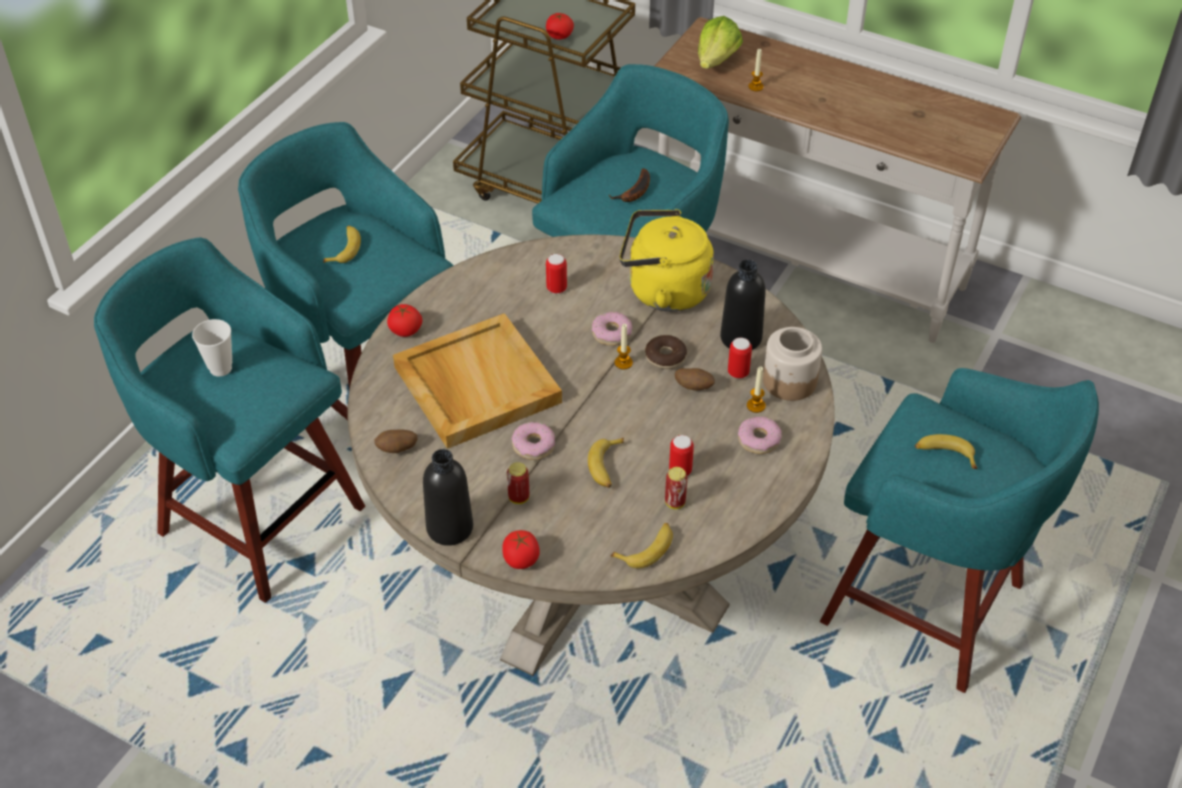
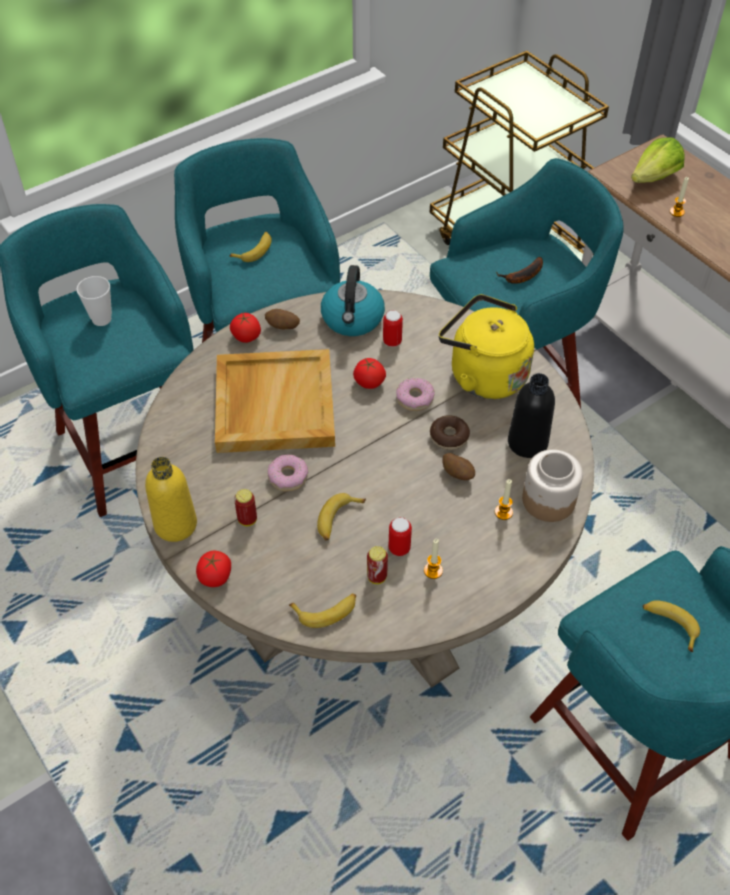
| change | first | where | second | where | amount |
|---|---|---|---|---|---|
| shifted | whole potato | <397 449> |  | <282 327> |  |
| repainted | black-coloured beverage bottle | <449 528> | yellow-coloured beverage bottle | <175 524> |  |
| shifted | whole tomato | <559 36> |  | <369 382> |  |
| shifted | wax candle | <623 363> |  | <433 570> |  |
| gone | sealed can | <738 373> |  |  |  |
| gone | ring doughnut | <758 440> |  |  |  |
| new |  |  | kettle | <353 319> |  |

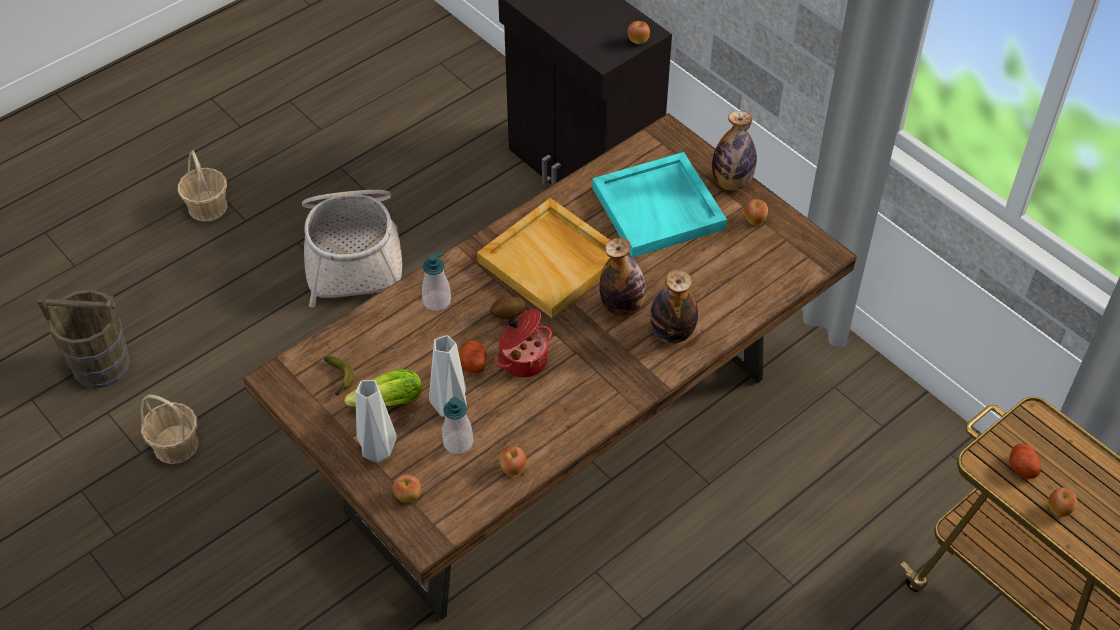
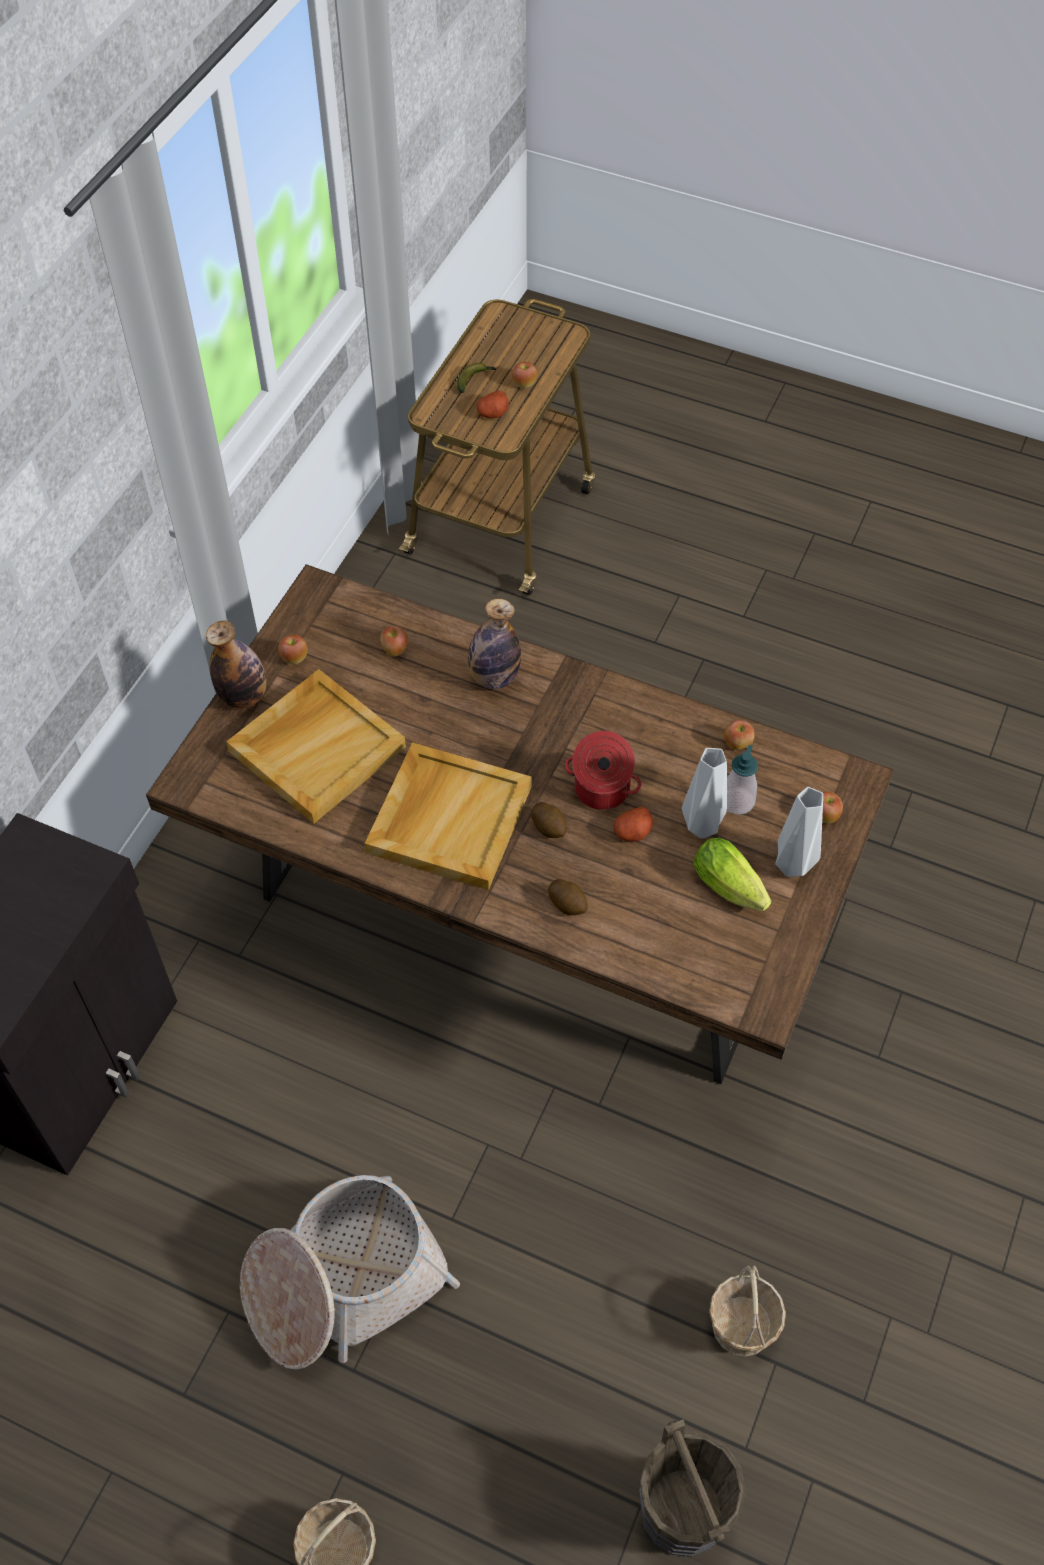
| change | first | where | second | where | amount |
|---|---|---|---|---|---|
| shifted | whole banana | <339 379> |  | <474 380> |  |
| swapped | soap bottle | <437 301> | whole potato | <568 904> |  |
| repainted | turquoise serving tray | <659 208> | beige-coloured serving tray | <317 748> |  |
| gone | beverage bottle | <622 306> |  |  |  |
| shifted | apple fruit | <638 41> |  | <394 650> |  |

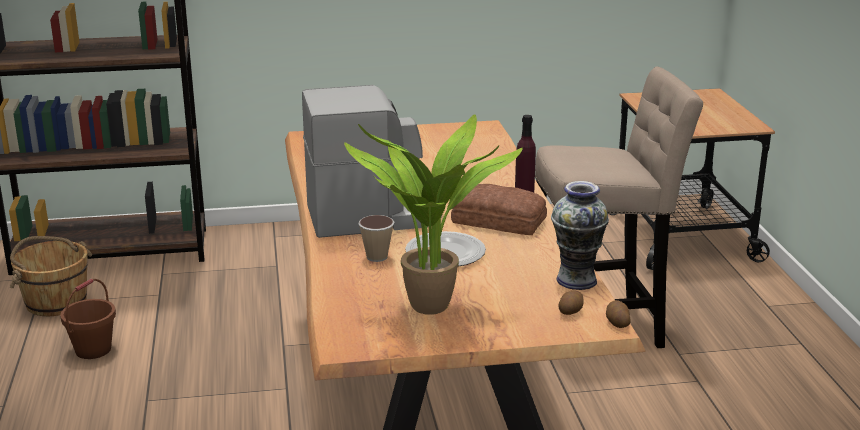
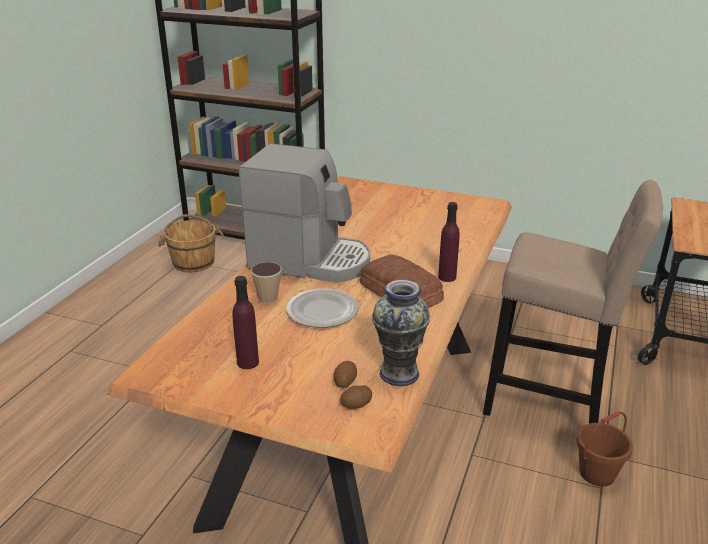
| change | first | where | second | where | amount |
|---|---|---|---|---|---|
| shifted | brown bucket | <93 349> |  | <597 473> |  |
| swapped | potted plant | <432 310> | purple-coloured beverage bottle | <248 362> |  |
| shifted | whole potato | <617 323> |  | <344 381> |  |

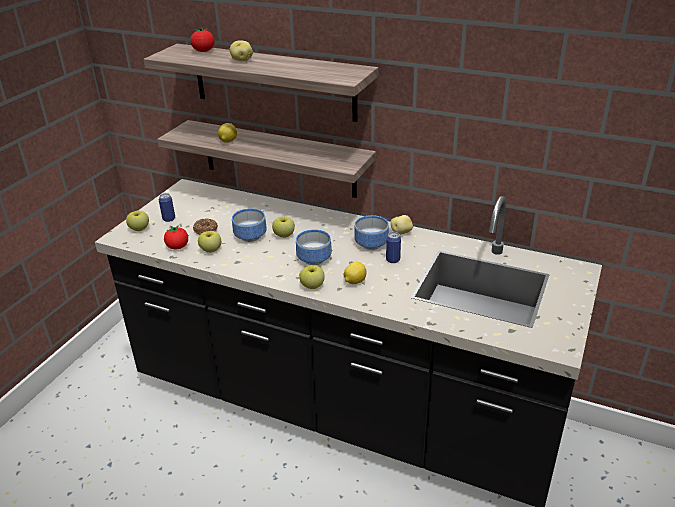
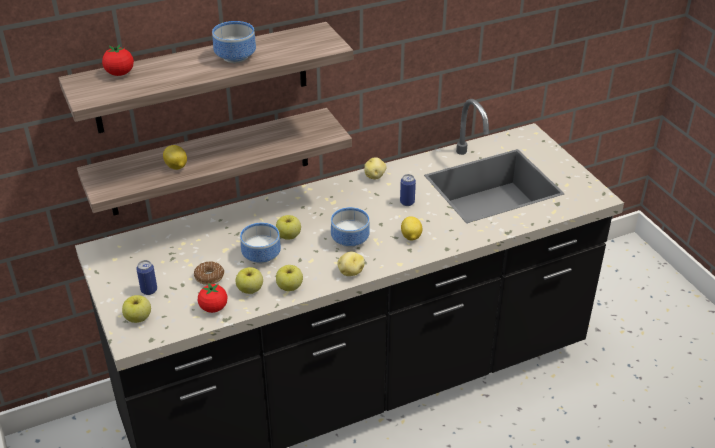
| change | first | where | second | where | amount |
|---|---|---|---|---|---|
| shifted | whole potato | <242 60> |  | <350 272> |  |
| shifted | apple fruit | <312 286> |  | <290 287> |  |
| shifted | serving bowl | <371 243> |  | <234 56> |  |

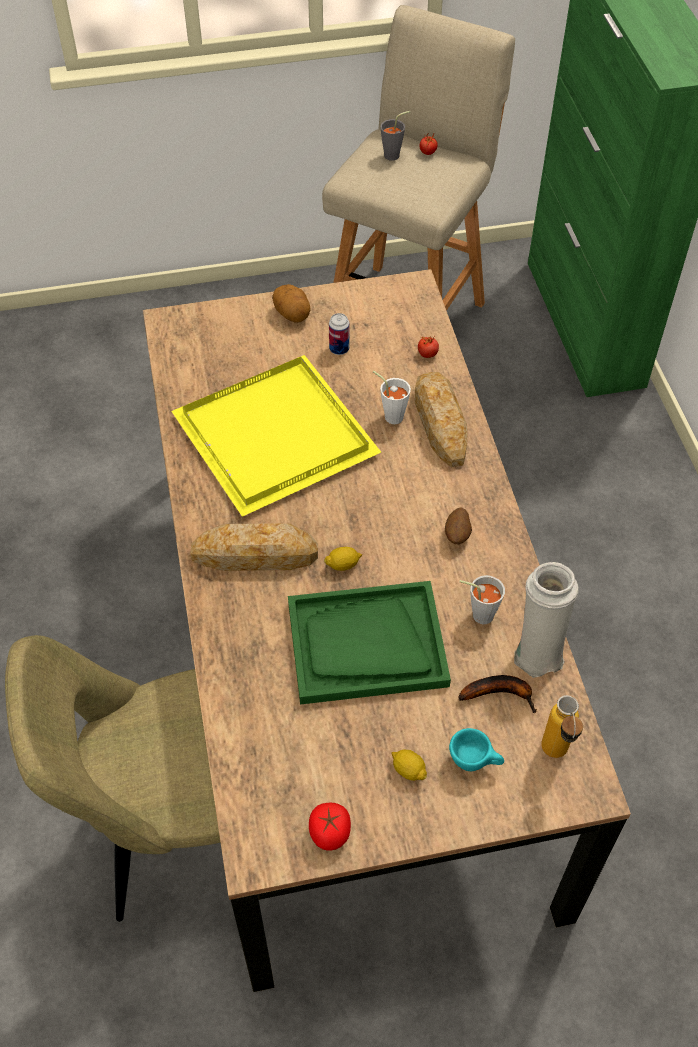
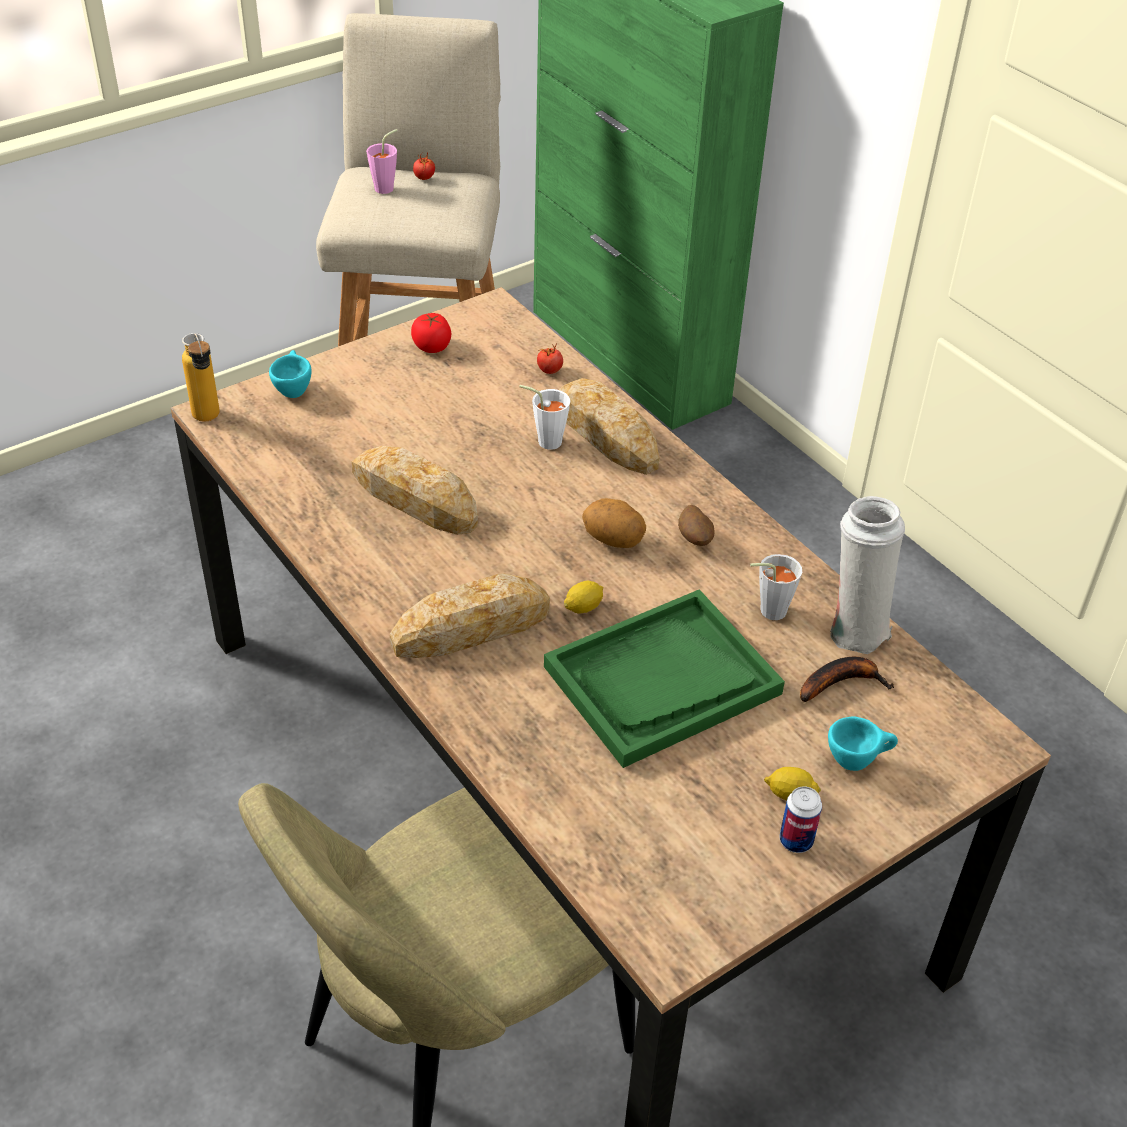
| change | first | where | second | where | amount |
|---|---|---|---|---|---|
| swapped | yellow-coloured serving tray | <271 435> | baked bread | <415 498> |  |
| shifted | whole potato | <292 315> |  | <613 540> |  |
| shifted | whole tomato | <330 833> |  | <432 347> |  |
| shifted | sealed can | <339 349> |  | <796 841> |  |
| repainted | grey cup | <395 155> | pink-coloured cup | <387 187> |  |
| shifted | beverage bottle | <555 757> |  | <209 421> |  |
| new |  |  | turquoise cup | <292 390> |  |

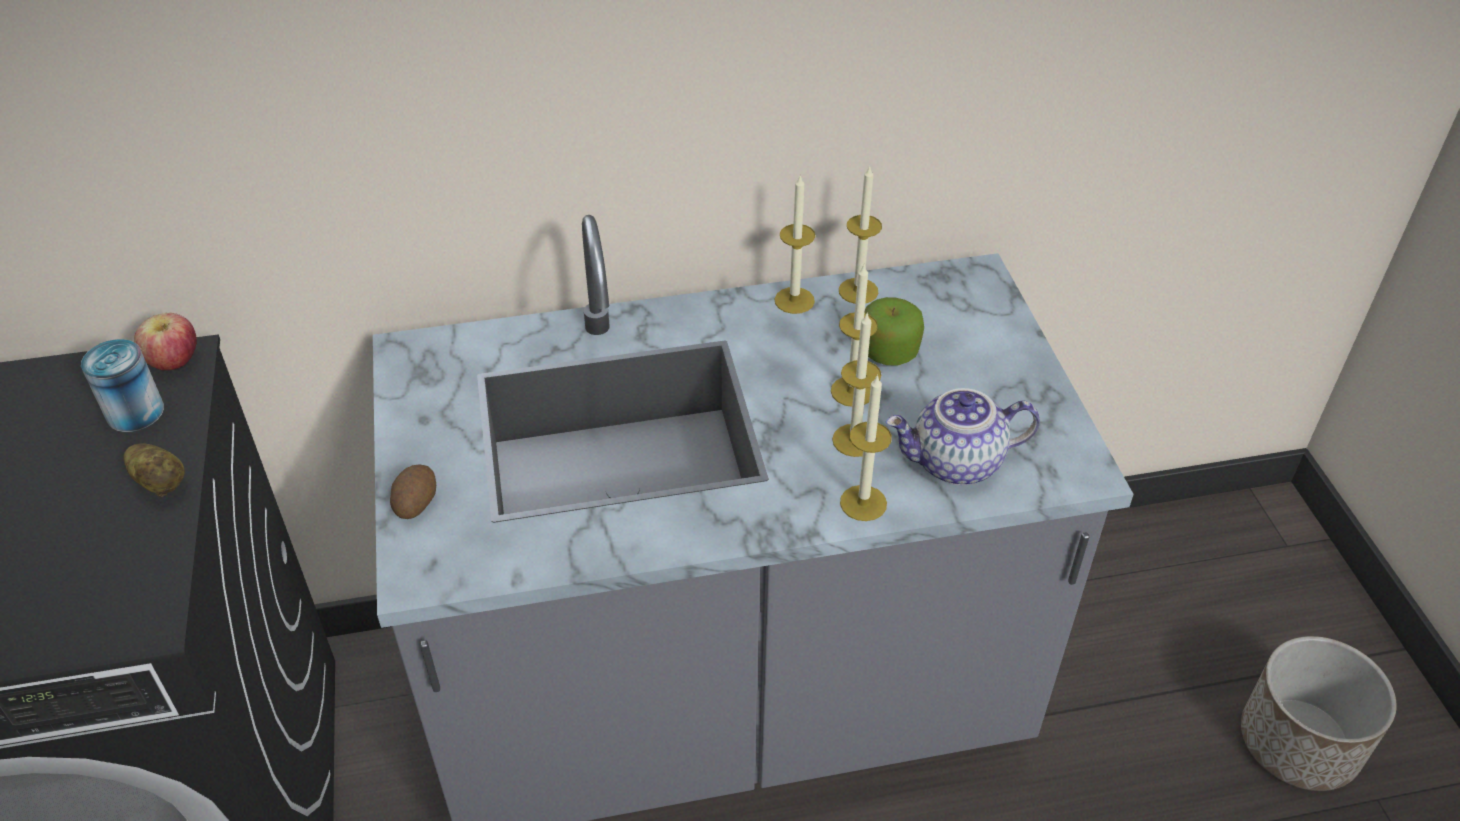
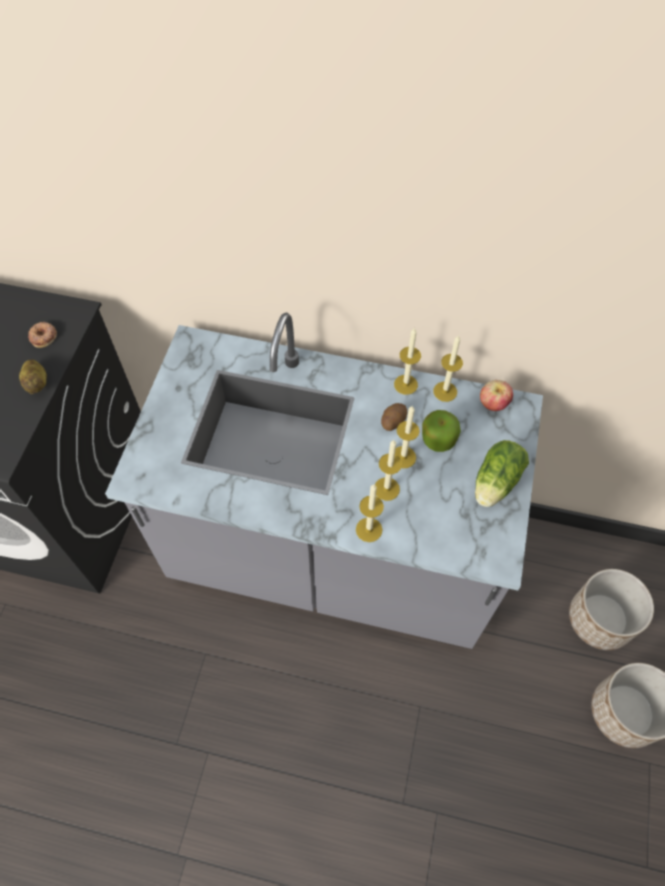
| change | first | where | second | where | amount |
|---|---|---|---|---|---|
| swapped | sealed can | <135 412> | ring doughnut | <43 336> |  |
| shifted | apple fruit | <174 362> |  | <493 404> |  |
| shifted | whole potato | <415 503> |  | <393 421> |  |
| gone | tea pot | <956 464> |  |  |  |
| new |  |  | lettuce | <494 484> |  |
| new |  |  | planter | <600 619> |  |

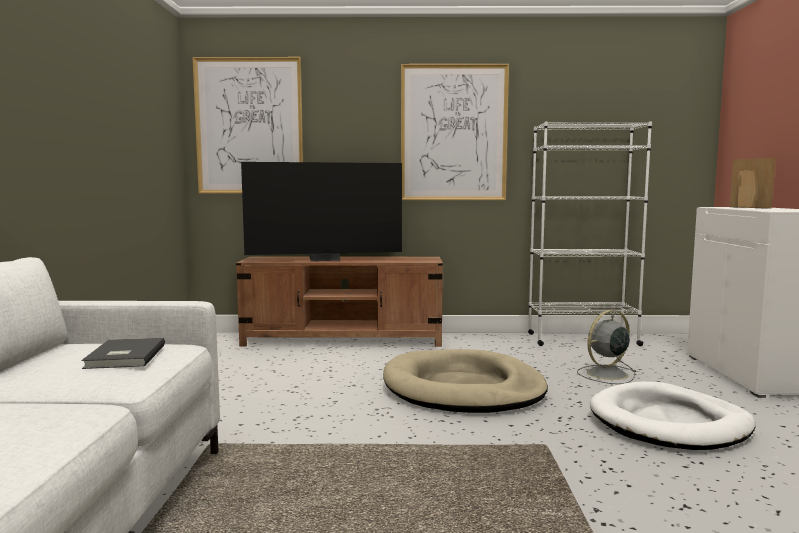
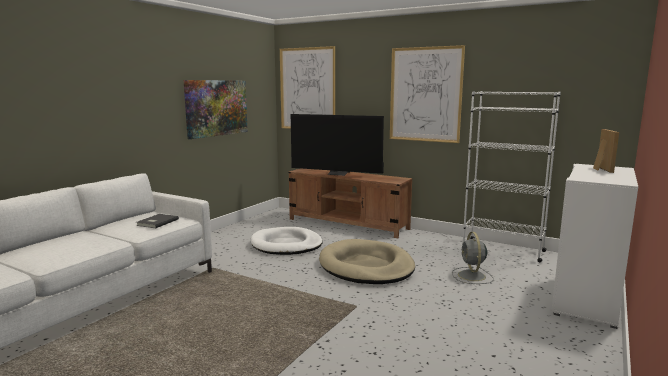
| change | first | where | second | where | amount |
|---|---|---|---|---|---|
| rotated | grey electric fan | <606 374> |  | <472 276> | 90 degrees counterclockwise |
| shifted | white dog bed | <669 423> |  | <286 245> |  |
| new |  |  | wall picture | <217 108> |  |

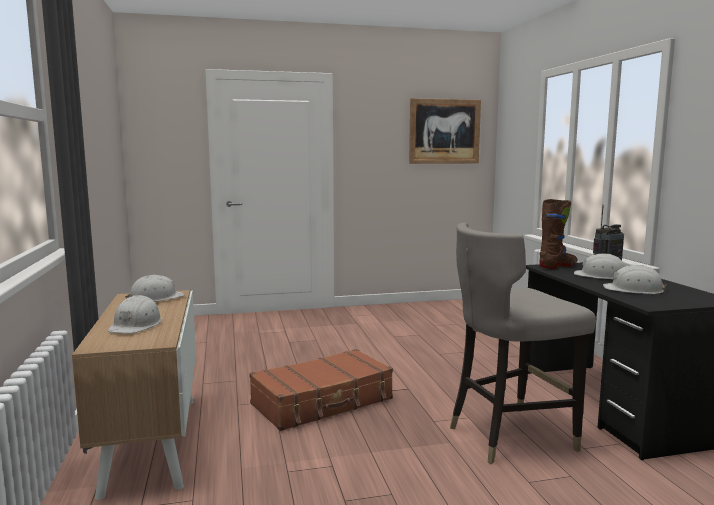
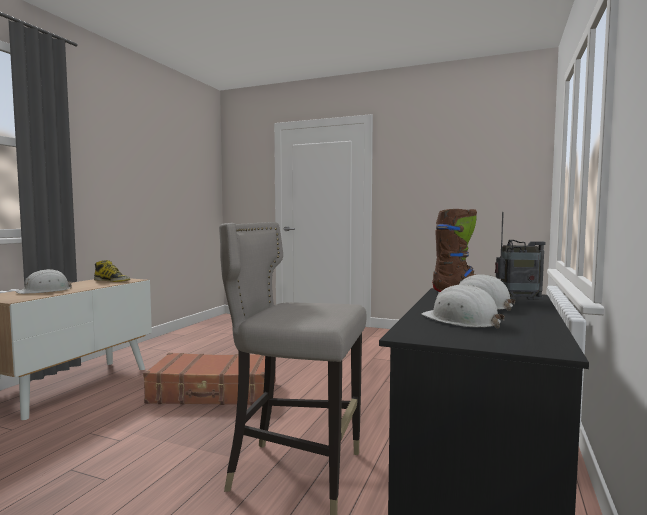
| change | first | where | second | where | amount |
|---|---|---|---|---|---|
| swapped | white work helmet | <155 298> | boot | <112 281> |  |
| gone | wall picture | <444 131> |  |  |  |

